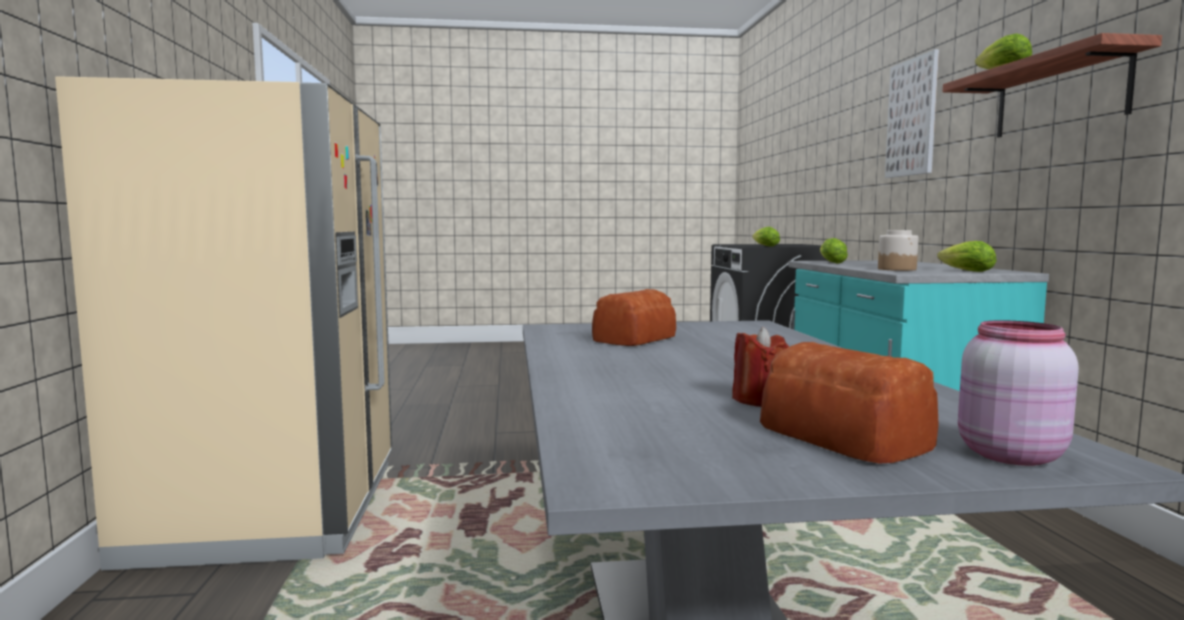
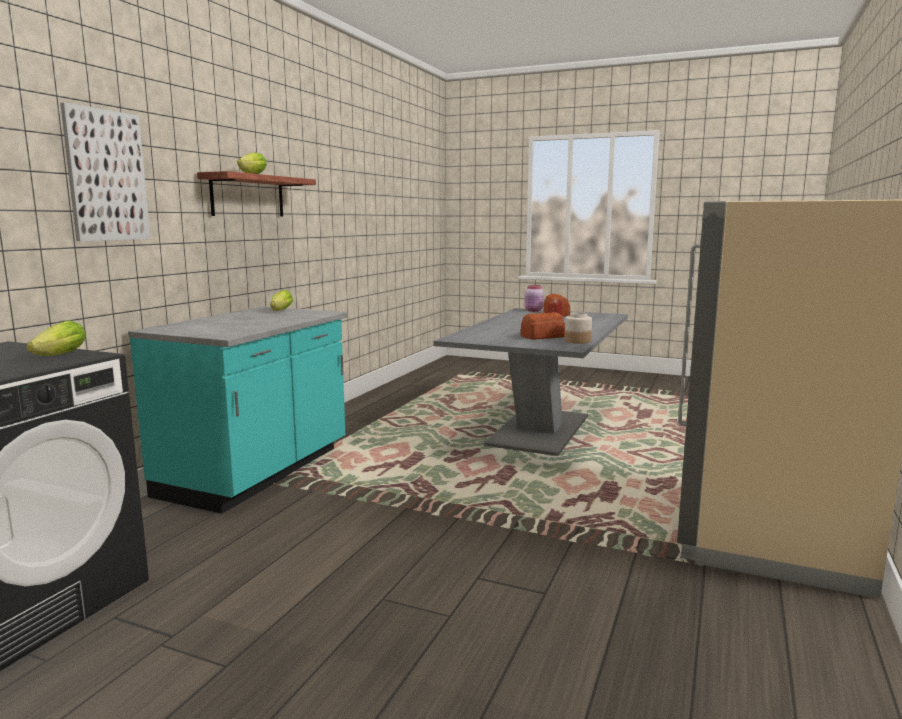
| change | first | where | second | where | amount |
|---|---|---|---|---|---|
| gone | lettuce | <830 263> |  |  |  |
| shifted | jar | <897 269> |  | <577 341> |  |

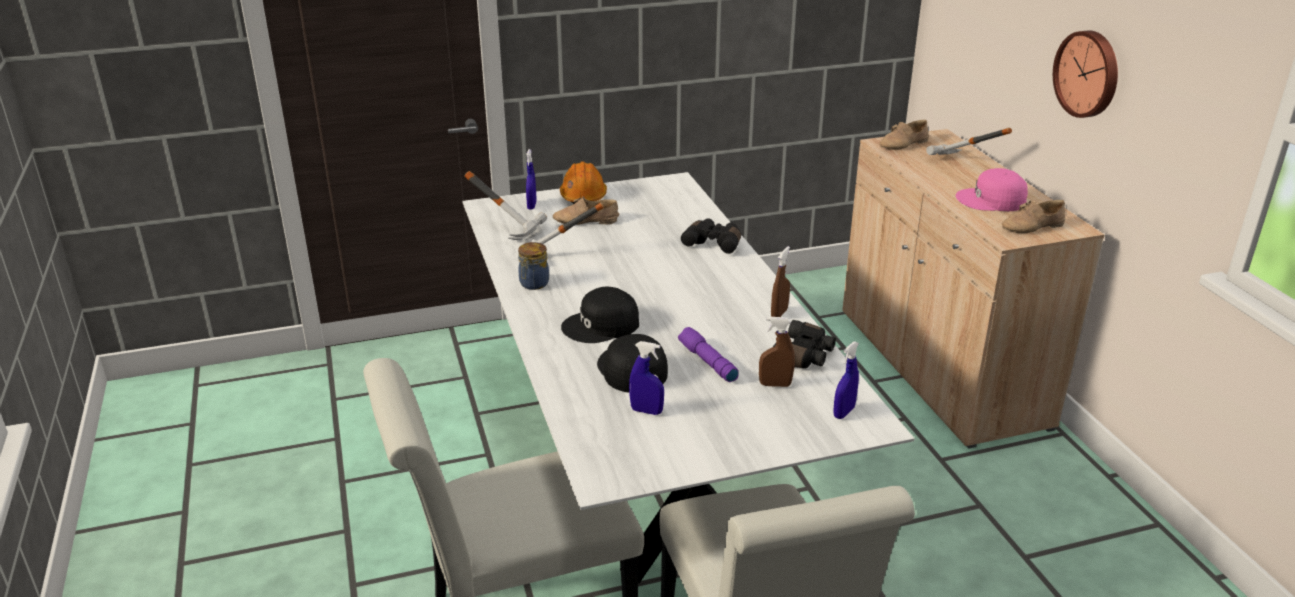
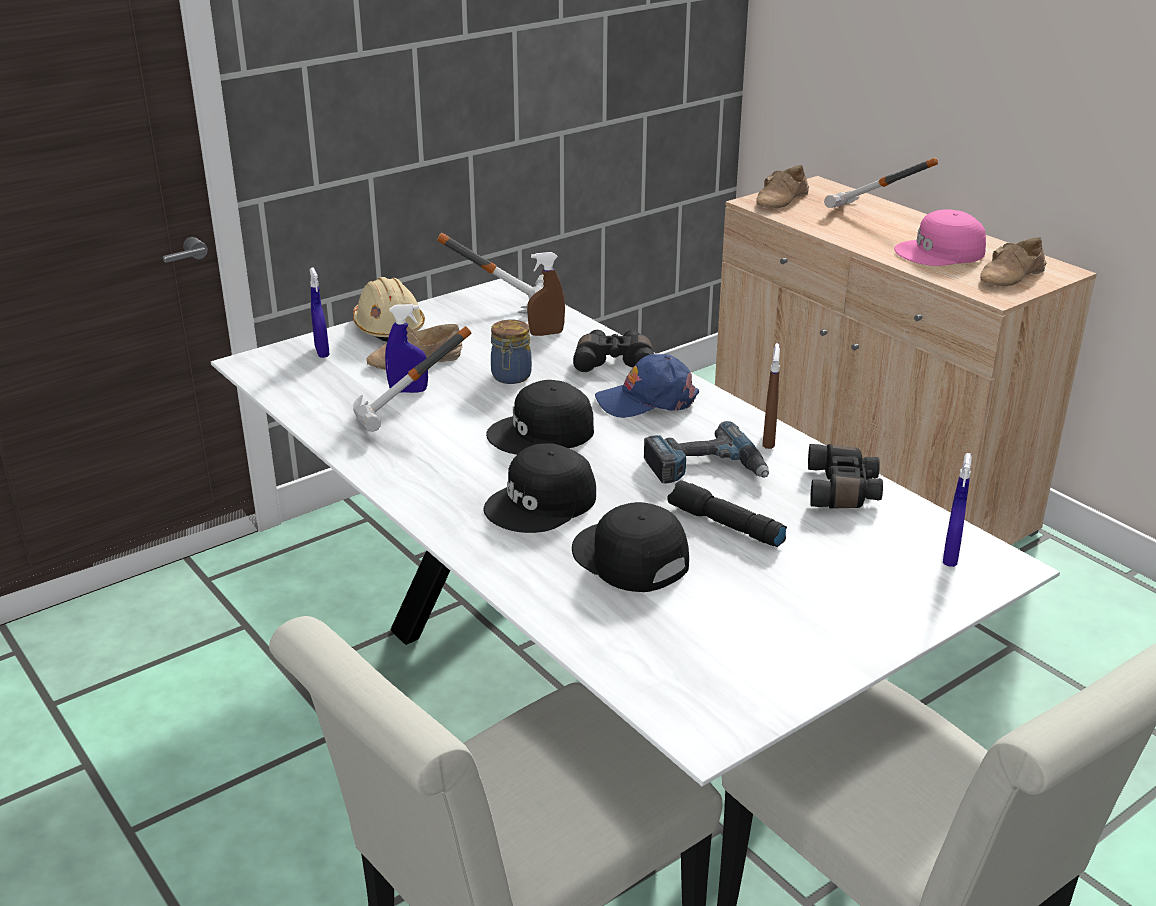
| change | first | where | second | where | amount |
|---|---|---|---|---|---|
| shifted | tool hammer | <510 226> |  | <501 299> |  |
| shifted | jar | <533 284> |  | <511 377> |  |
| repainted | orangey work helmet | <583 196> | beige-coloured work helmet | <388 327> |  |
| shifted | blue-coloured sprayer | <646 411> |  | <408 391> |  |
| repainted | purple-coloured hand torch | <707 362> | black-coloured hand torch | <724 525> |  |
| shifted | brown sprayer | <775 384> |  | <546 333> |  |
| gone | clock on the wall | <1088 73> |  |  |  |
| new |  |  | black-coloured peaked cap | <542 433> |  |
| new |  |  | blue-coloured peaked cap | <646 400> |  |
| new |  |  | power drill | <705 468> |  |

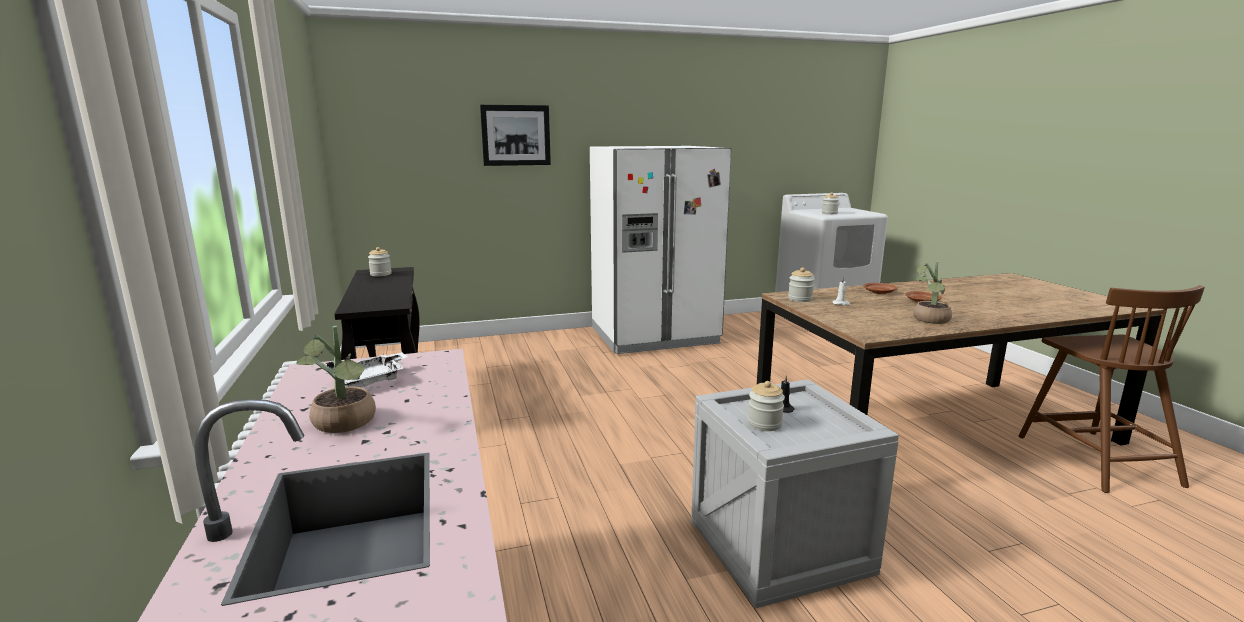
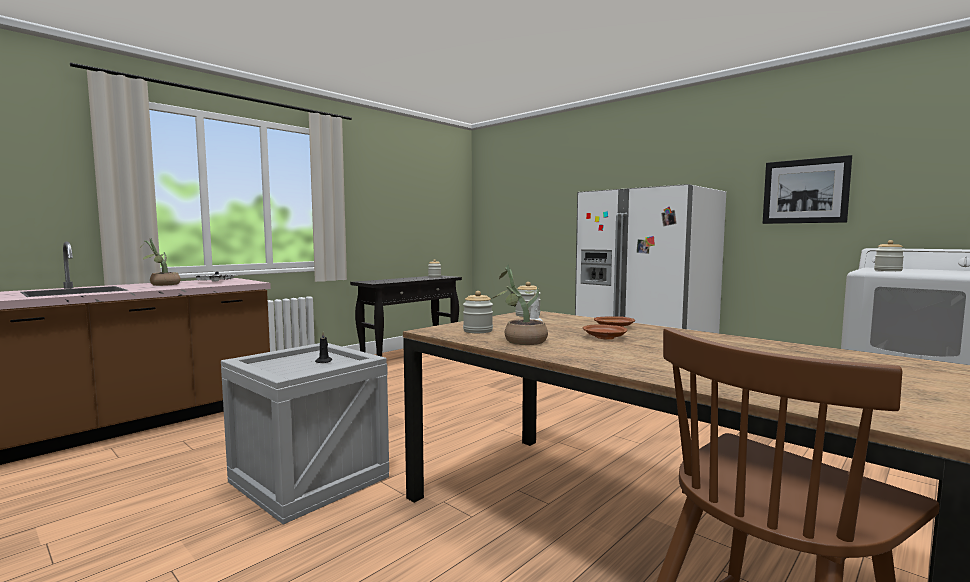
| change | first | where | second | where | amount |
|---|---|---|---|---|---|
| shifted | wall picture | <516 135> |  | <805 191> |  |
| shifted | jar | <764 424> |  | <478 331> |  |

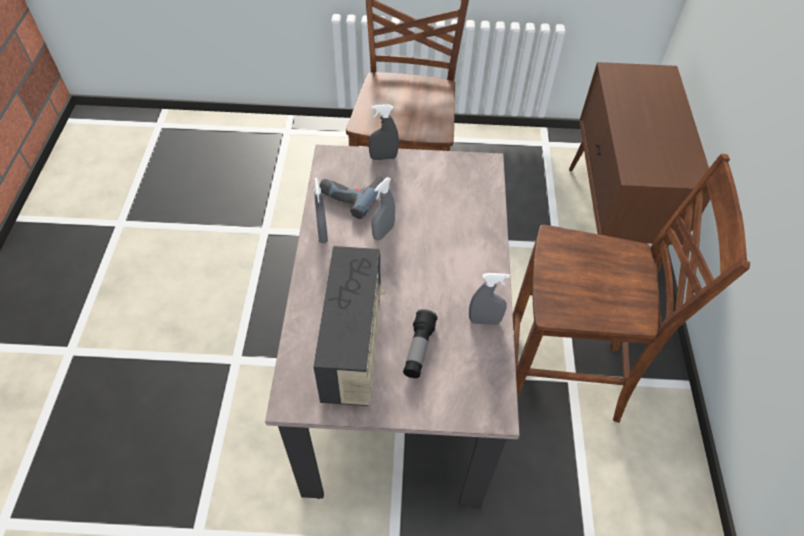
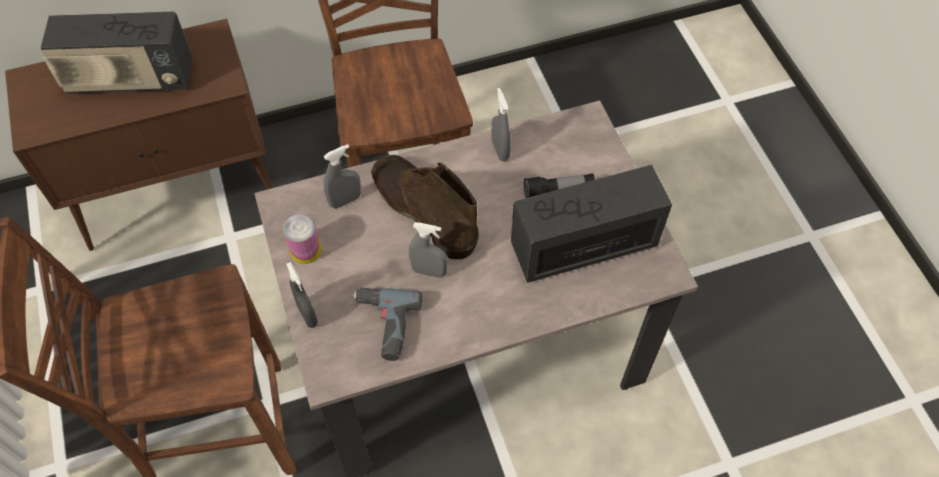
| change | first | where | second | where | amount |
|---|---|---|---|---|---|
| shifted | grey sprayer | <322 233> |  | <345 200> |  |
| new |  |  | radio set | <130 79> |  |
| new |  |  | sealed can | <305 250> |  |
| new |  |  | brown boot | <423 210> |  |

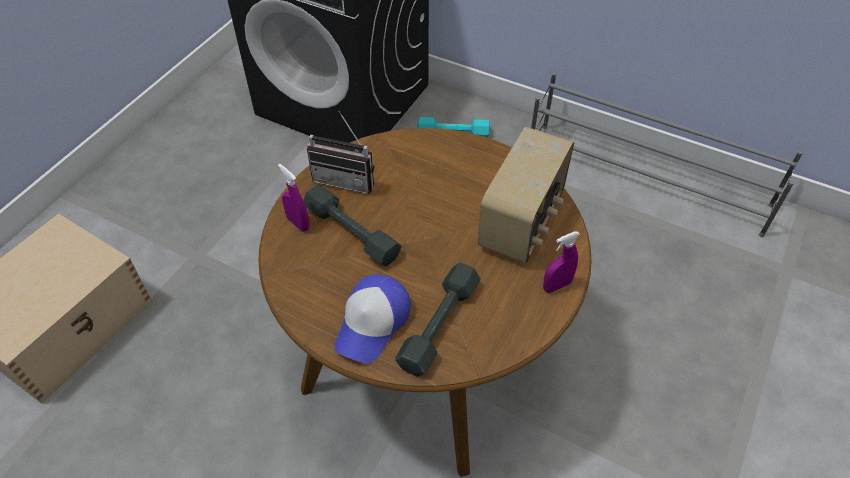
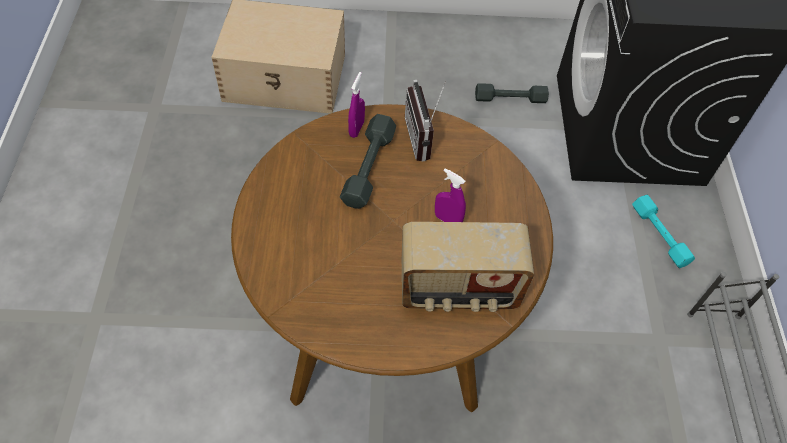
| change | first | where | second | where | amount |
|---|---|---|---|---|---|
| gone | peaked cap | <373 323> |  |  |  |
| shifted | grey hand weight | <439 324> |  | <510 98> |  |
| shifted | purple-coloured sprayer | <557 286> |  | <447 220> |  |

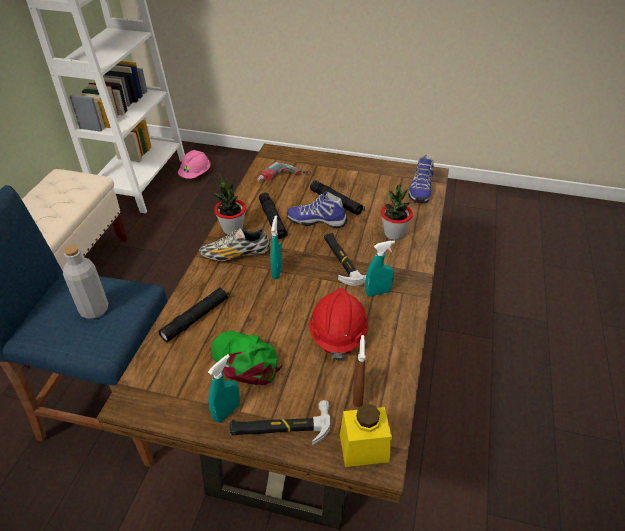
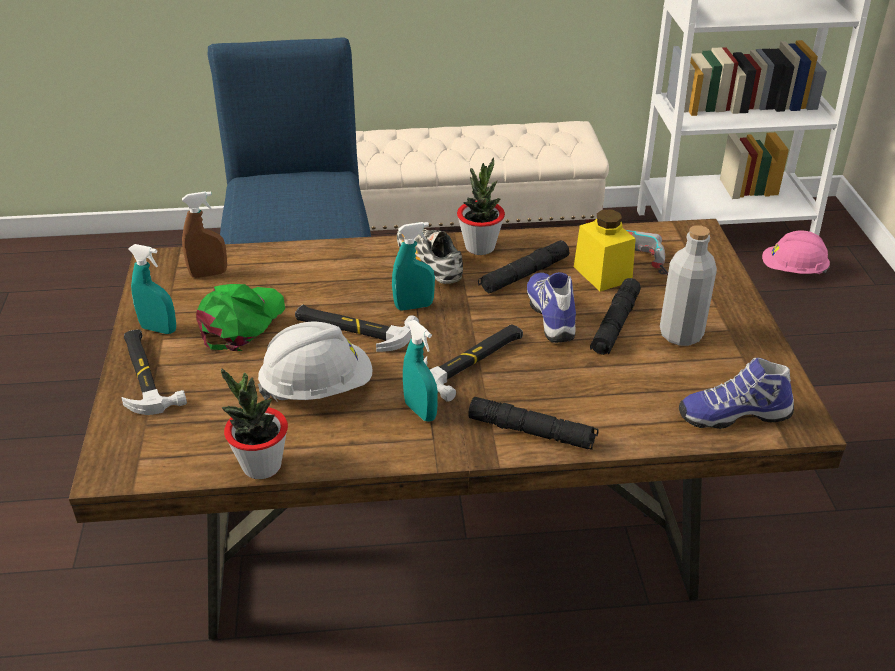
| change | first | where | second | where | amount |
|---|---|---|---|---|---|
| shifted | grey beverage bottle | <94 309> |  | <681 334> |  |
| shifted | black-coloured hand torch | <196 318> |  | <532 432> |  |
| repainted | red-coloured work helmet | <338 333> | white work helmet | <317 388> |  |
| shifted | yellow-coloured jar | <364 448> |  | <602 274> |  |
| shifted | brown sprayer | <357 395> |  | <208 274> |  |
| shifted | potted plant | <394 233> |  | <261 466> |  |
| new |  |  | tool hammer | <353 328> |  |

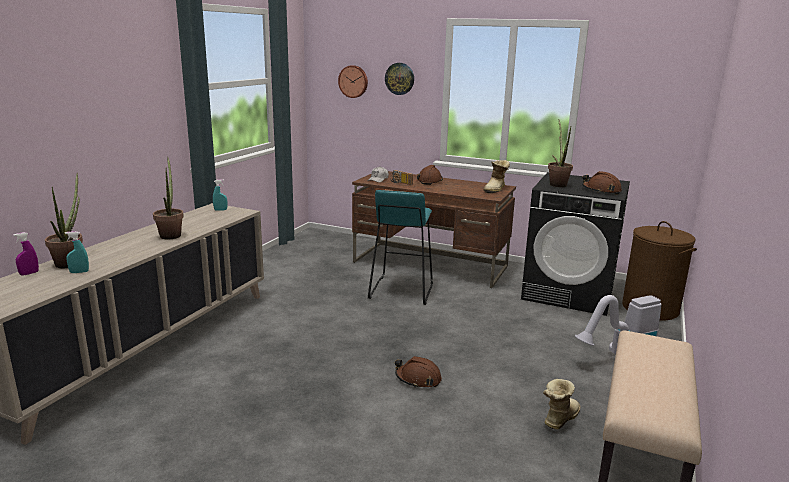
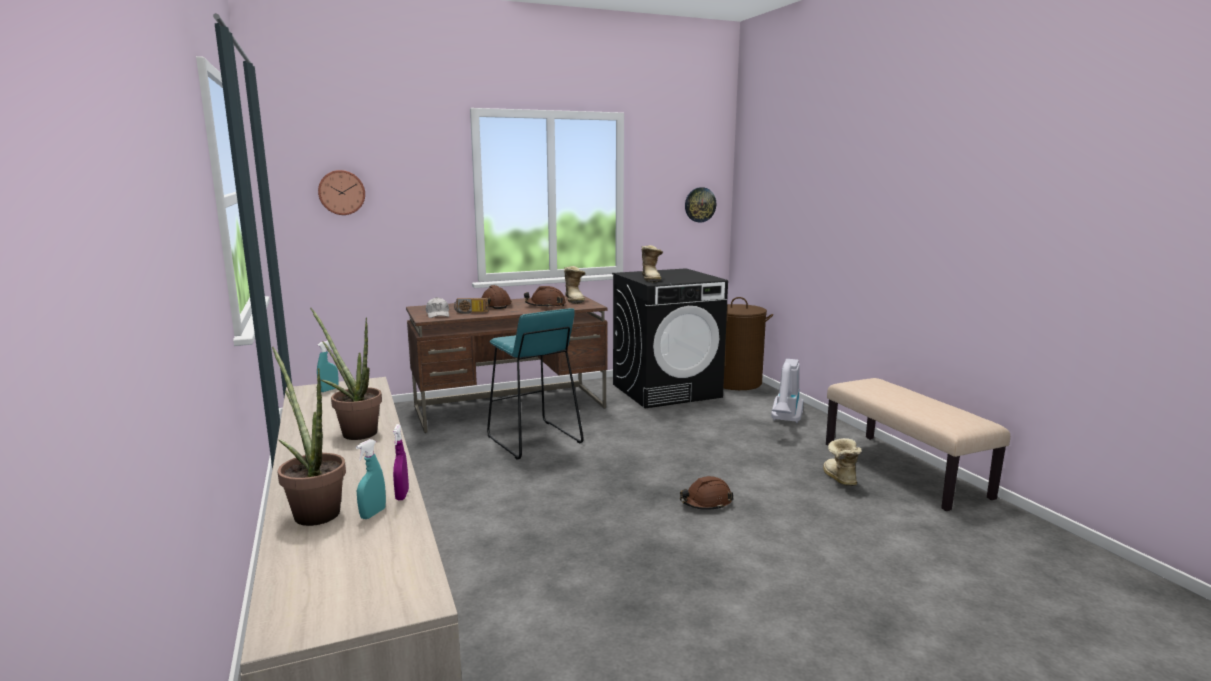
| change | first | where | second | where | amount |
|---|---|---|---|---|---|
| shifted | purple-coloured sprayer | <29 273> |  | <402 495> |  |
| shifted | clock on the wall | <399 78> |  | <700 204> |  |
| swapped | potted plant | <557 184> | boot | <651 279> |  |
| shifted | brown work helmet | <601 190> |  | <545 305> |  |

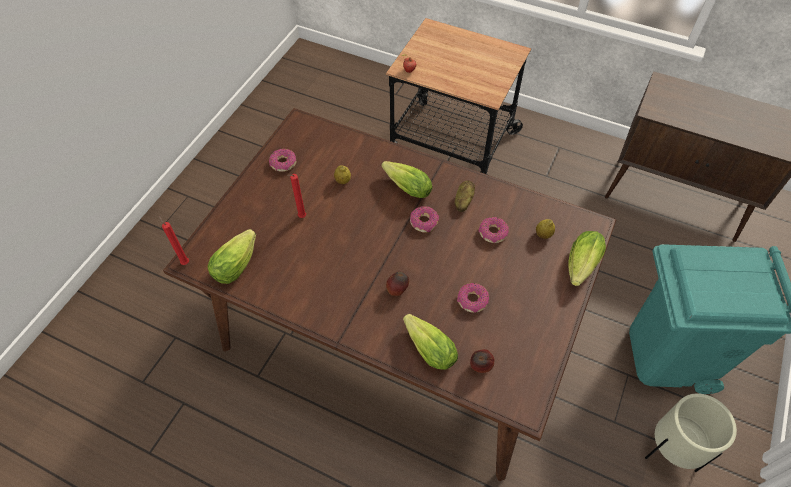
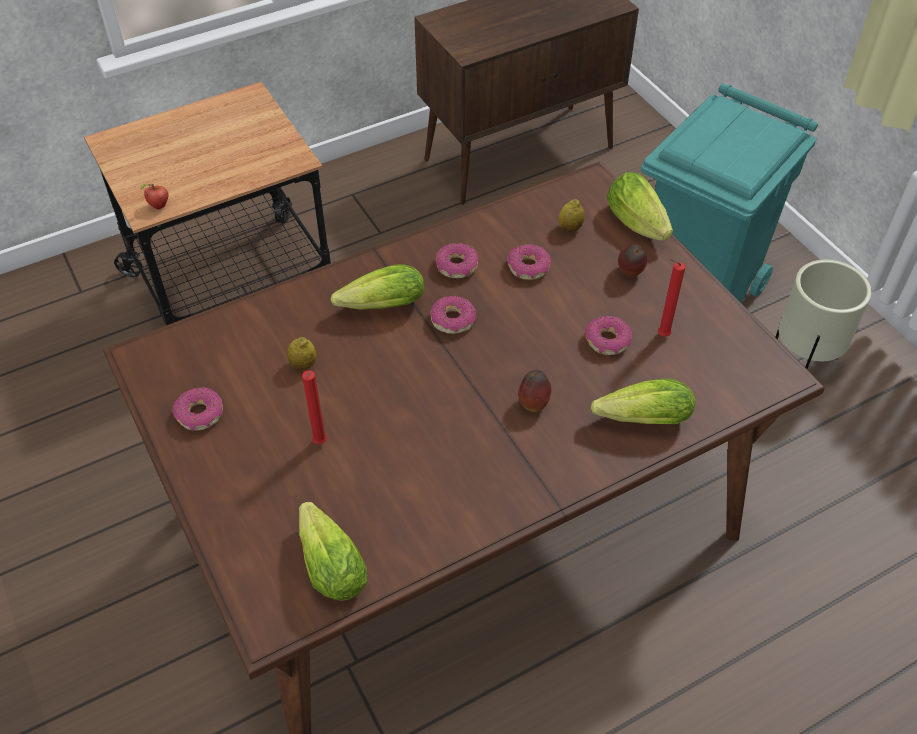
| change | first | where | second | where | amount |
|---|---|---|---|---|---|
| shifted | red-coloured wax candle | <184 262> |  | <661 335> |  |
| swapped | whole potato | <463 201> | ring doughnut | <456 266> |  |
| shifted | apple fruit | <480 367> |  | <630 273> |  |

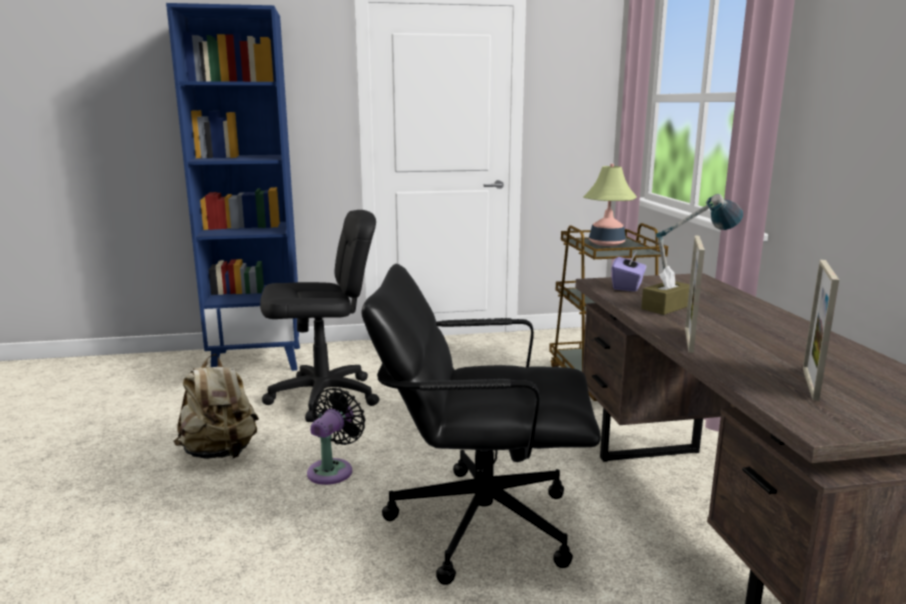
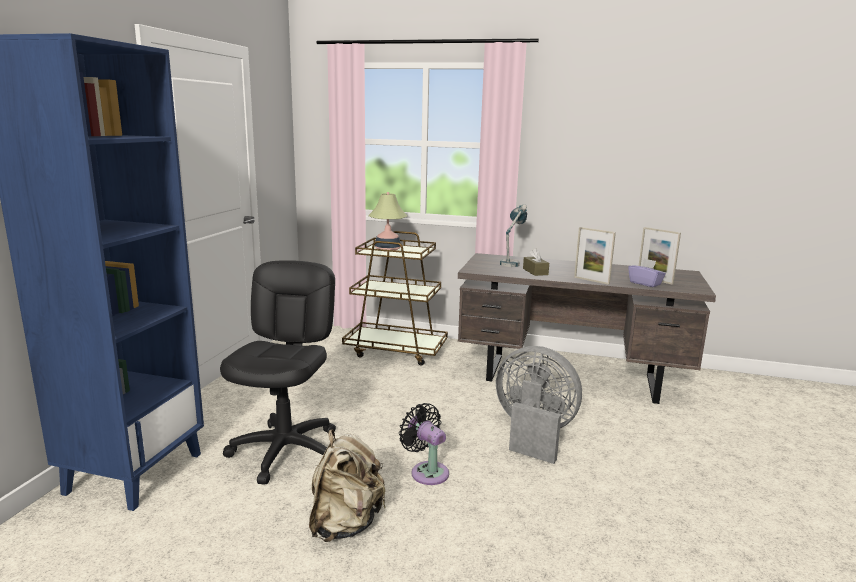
| change | first | where | second | where | amount |
|---|---|---|---|---|---|
| swapped | black-coloured office chair | <479 522> | grey electric fan | <533 434> |  |
| shifted | purple-coloured box of tissues | <628 286> |  | <645 283> |  |

